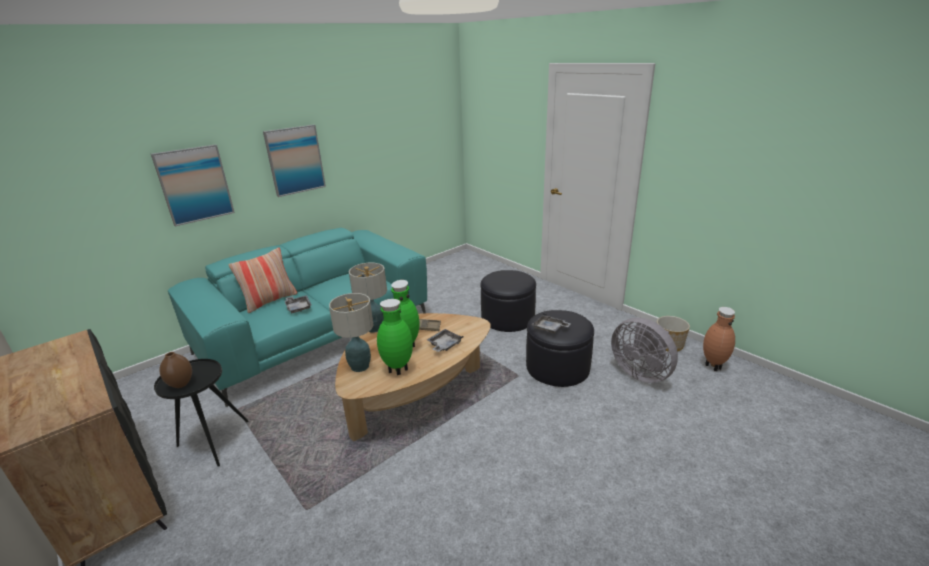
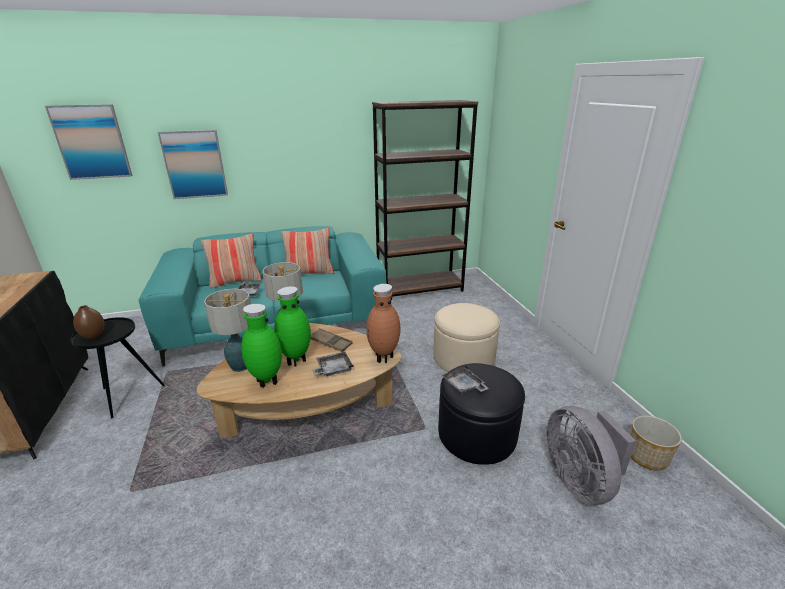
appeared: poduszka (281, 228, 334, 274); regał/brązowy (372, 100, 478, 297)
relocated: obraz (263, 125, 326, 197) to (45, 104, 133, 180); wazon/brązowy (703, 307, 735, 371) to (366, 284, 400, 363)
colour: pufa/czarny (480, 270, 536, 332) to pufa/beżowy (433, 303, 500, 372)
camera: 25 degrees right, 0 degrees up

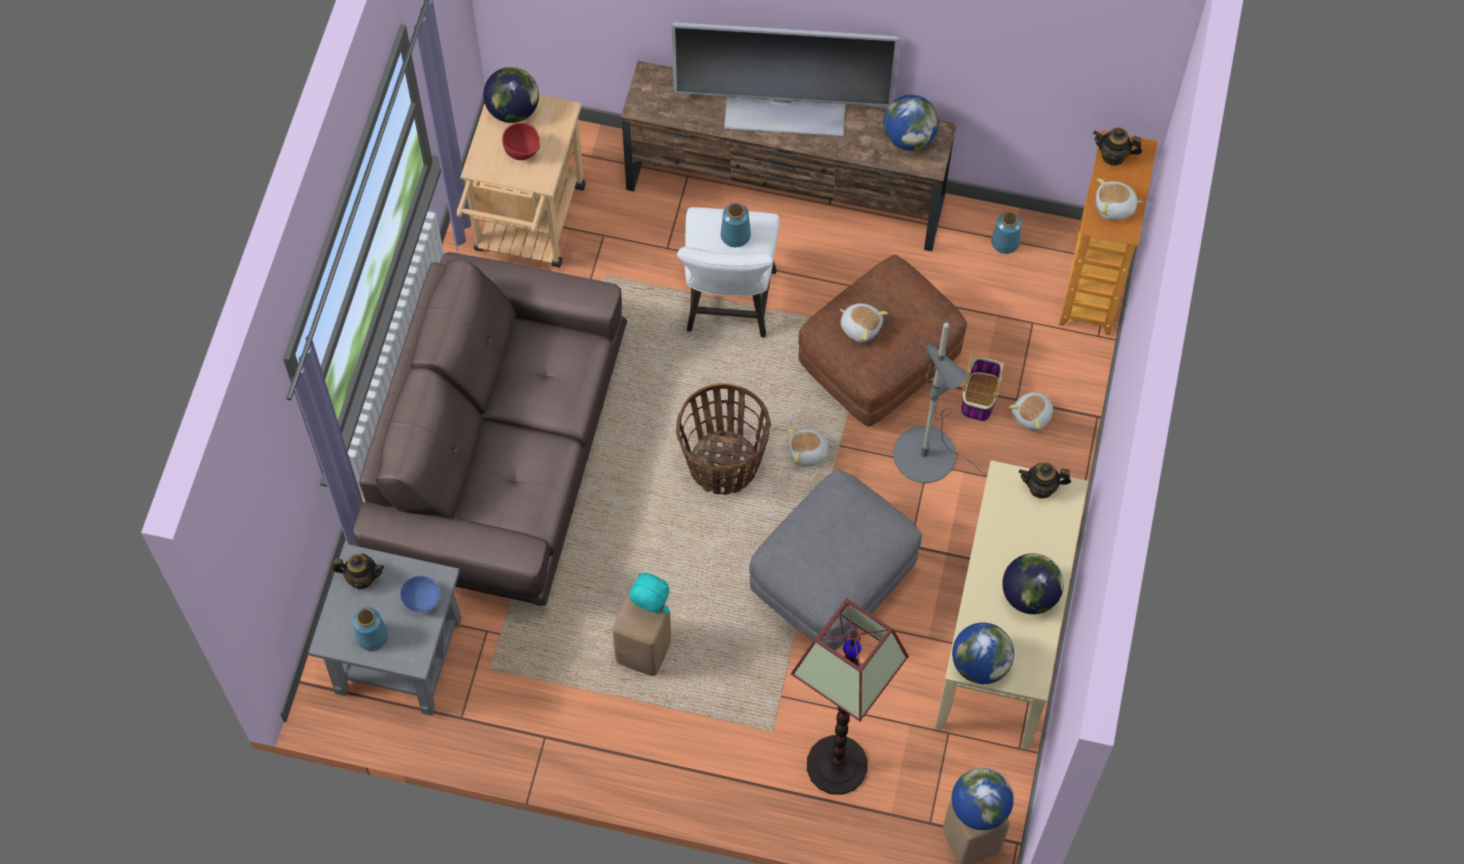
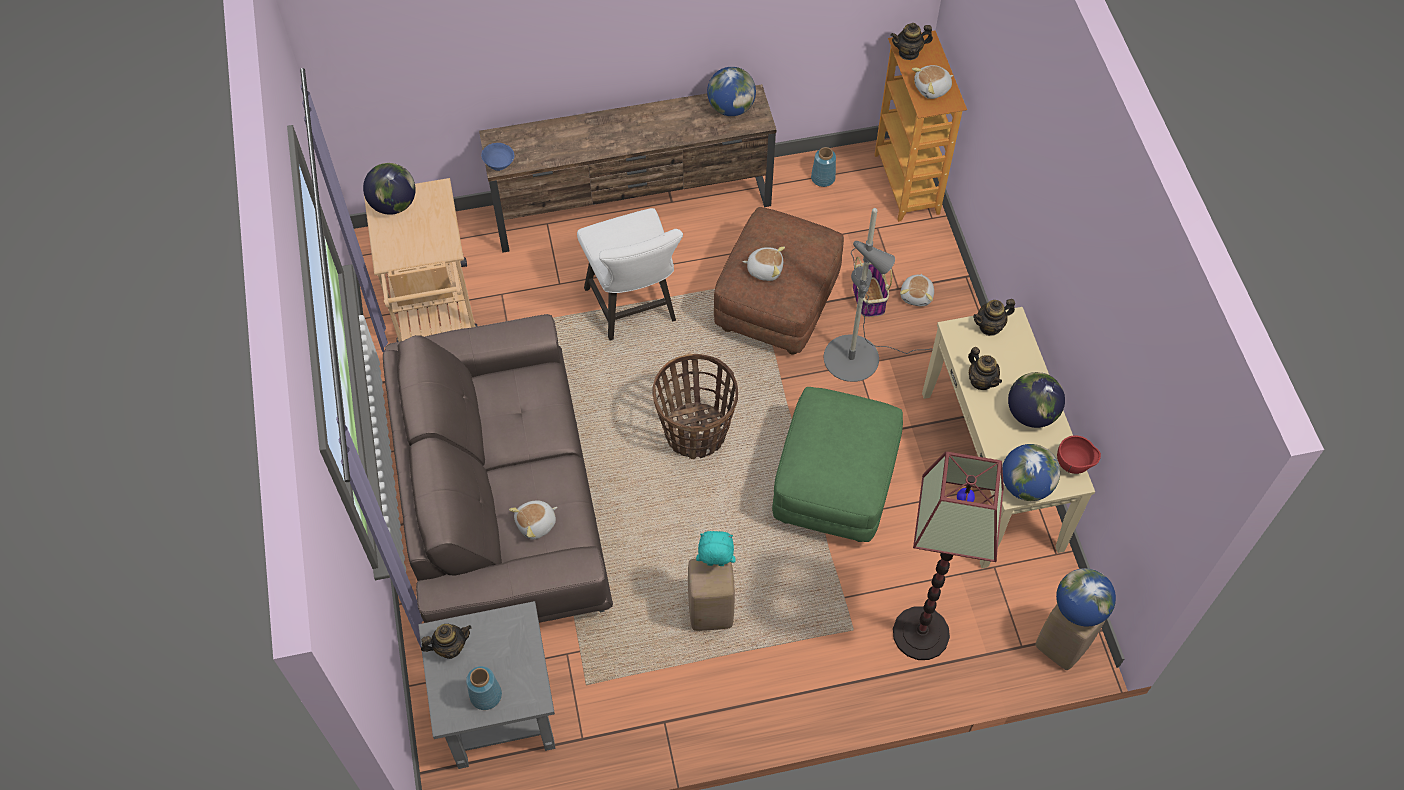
missing: telewizor (672, 22, 899, 136); wazon/niebieski (721, 203, 751, 247)
appeared: imbryk (968, 347, 1002, 390)
relocated: miska/niebieski (400, 576, 440, 612) to (481, 143, 514, 171); miska/czerwony (502, 122, 540, 160) to (1057, 435, 1101, 474); pluszak (788, 428, 834, 467) to (509, 500, 557, 539)
colour: pufa/szary (749, 469, 922, 650) to pufa/zielony (772, 387, 903, 542)
camera: 25 degrees left, 5 degrees down

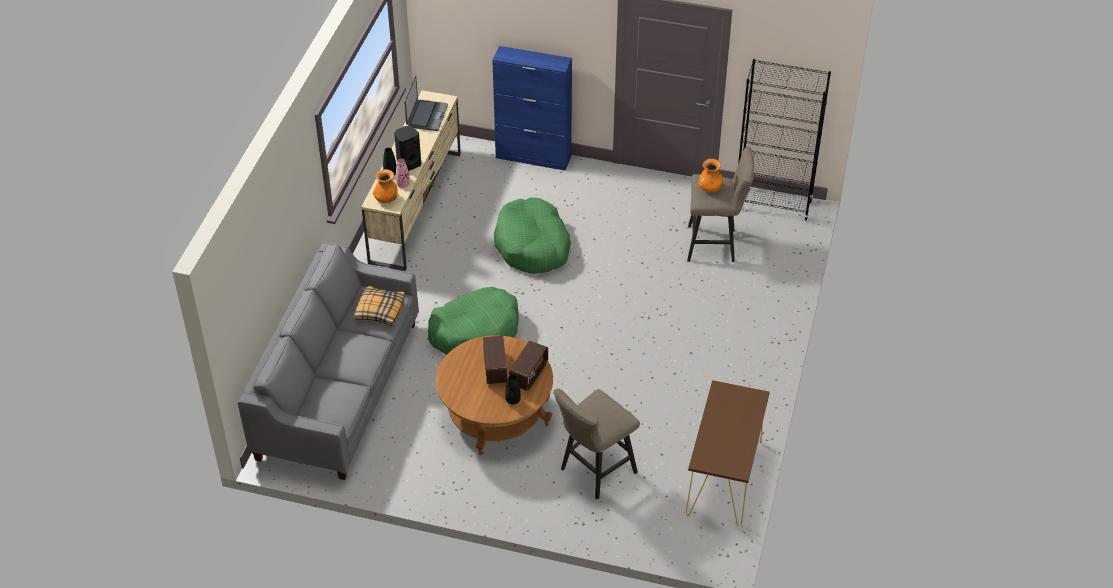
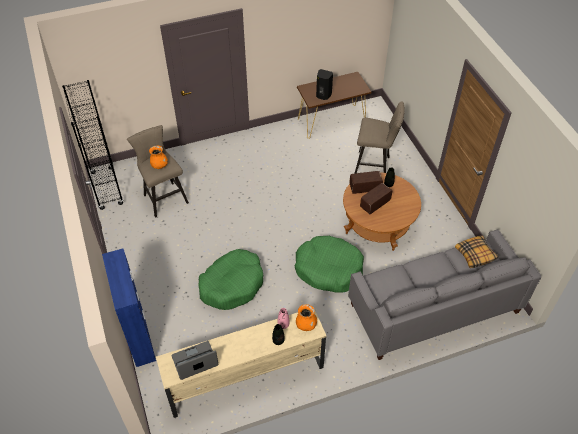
relocated: poduszka (355, 286, 405, 326) to (455, 236, 499, 268); głośnik/czarny (394, 126, 421, 171) to (316, 69, 333, 100)
camera: 125 degrees left, 5 degrees up

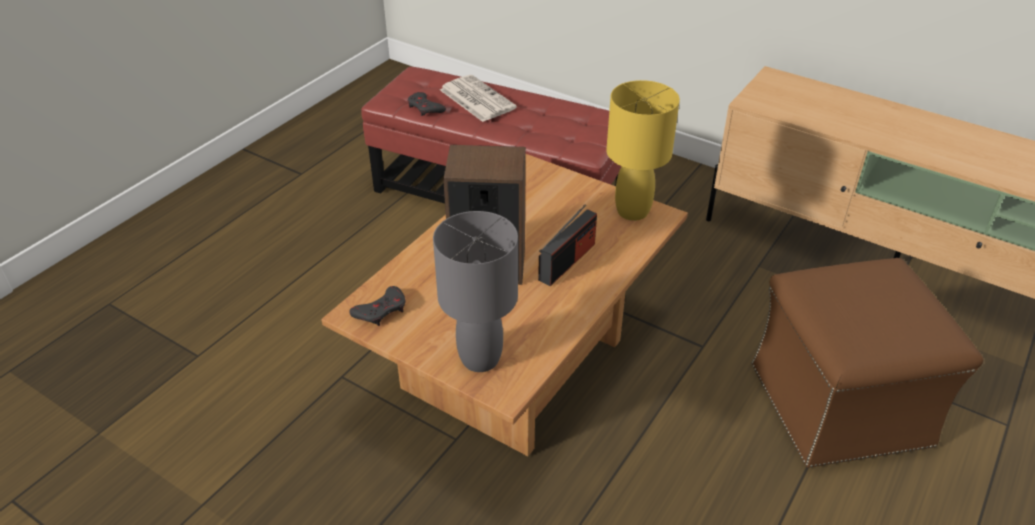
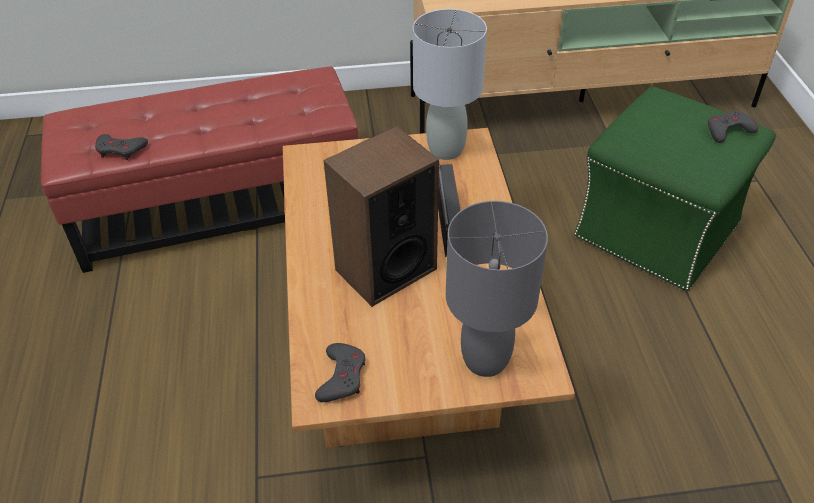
missing: gazeta (440, 75, 517, 122)
appeared: pad do gier/szary (708, 111, 758, 143)
colour: lampa stołowa/żółty (606, 80, 680, 221) to lampa stołowa/szary (413, 9, 487, 160); pufa/brązowy (752, 258, 983, 468) to pufa/zielony (574, 87, 776, 291)
camera: 40 degrees left, 5 degrees up

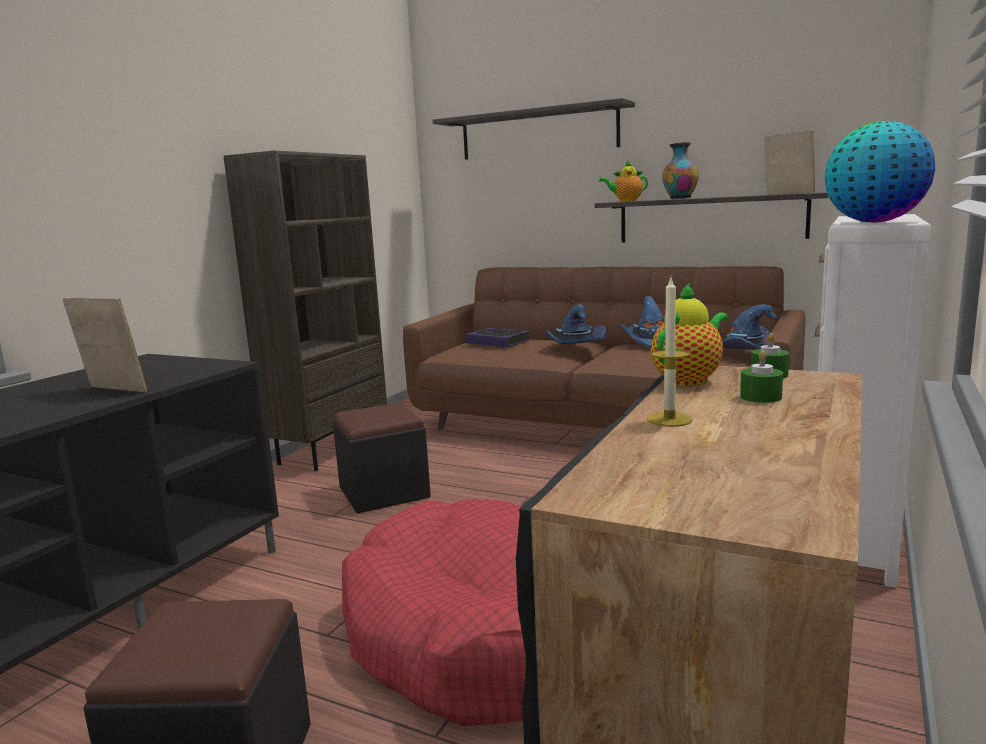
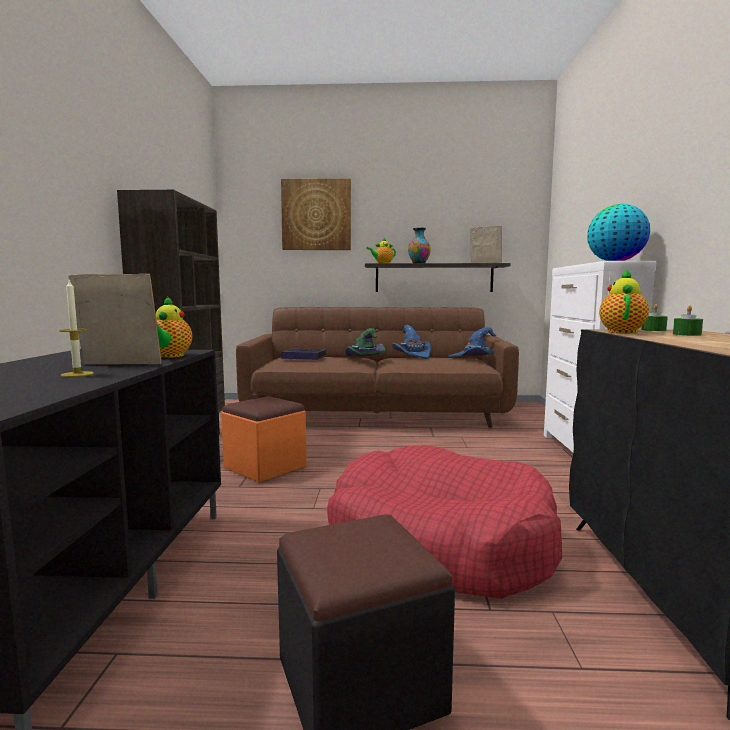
appeared: imbryk (156, 296, 192, 358)
relocated: świeca (647, 278, 693, 427) to (59, 280, 94, 377)
exchanged: półka (432, 98, 635, 160) to obraz (281, 178, 351, 250)
colour: pufa/czarny (333, 403, 431, 513) to pufa/pomarańczowy (221, 396, 307, 483); kapelusz/niebieski (546, 304, 606, 344) to kapelusz/zielony (345, 328, 385, 356)
camera: 25 degrees left, 5 degrees down

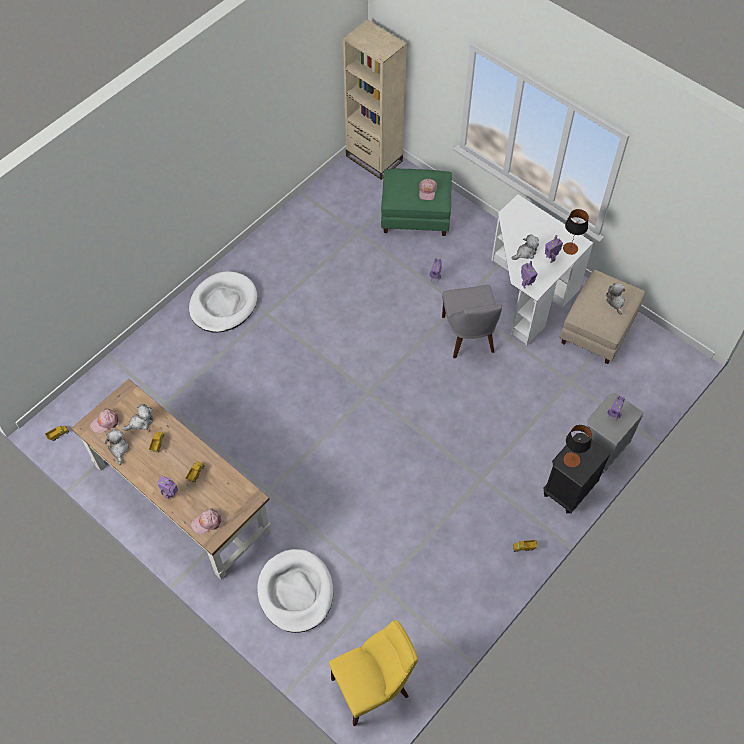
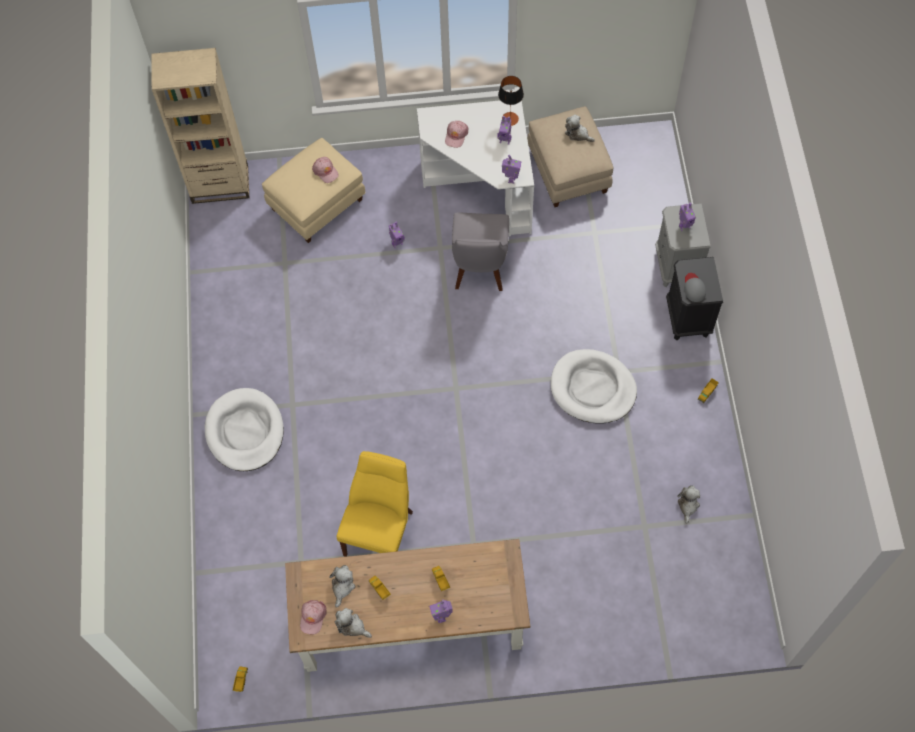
relocated: czapka z daszkiem/różowy (191, 508, 222, 534) to (445, 121, 469, 148); legowisko/biały (258, 549, 333, 633) to (551, 349, 637, 424); krzesło/żółty (329, 620, 418, 726) to (337, 451, 413, 557); pluszak (512, 234, 539, 260) to (677, 485, 700, 524)
exchanged: lampa stołowa (563, 425, 592, 467) to czapka z daszkiem/szary (684, 273, 706, 302)
colour: pufa/zielony (381, 169, 452, 236) to pufa/beżowy (262, 138, 365, 243)
spun: krzesło/szary (442, 285, 502, 358) = (452, 213, 509, 291) 60 degrees clockwise
camera: 45 degrees left, 5 degrees up

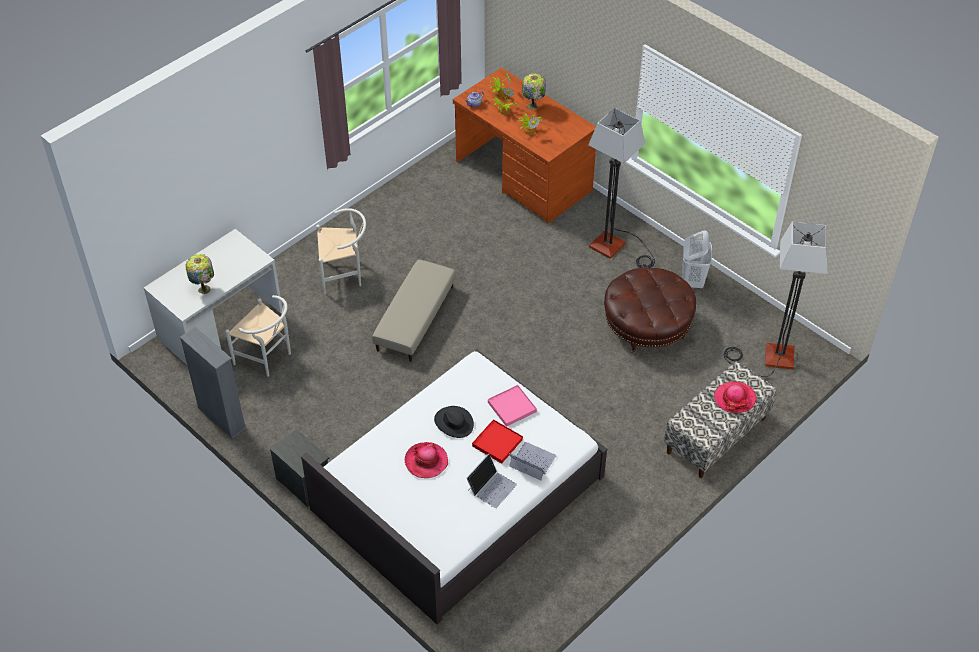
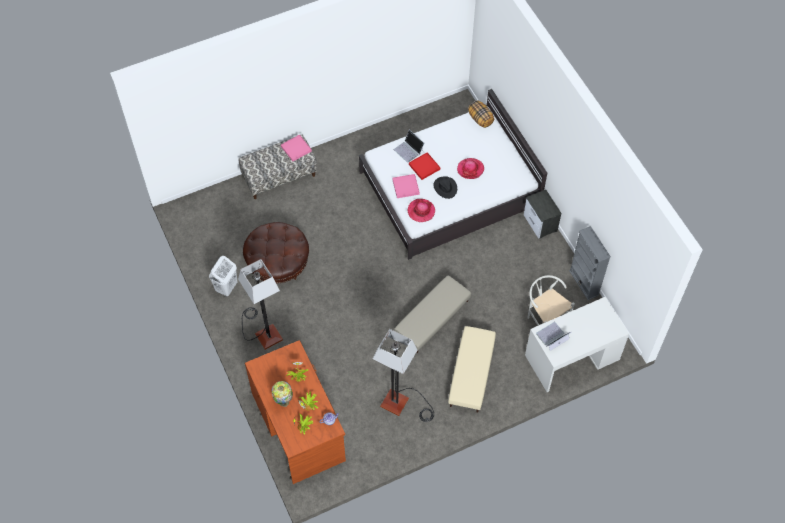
missing: lampa stołowa (186, 254, 214, 294)
appeared: taca/różowy (281, 135, 312, 161); poduszka (468, 100, 494, 128)
relocated: laptop (467, 453, 517, 508) to (536, 322, 572, 351); kapelusz (714, 382, 756, 413) to (408, 199, 435, 222); lampa stojąca (724, 222, 828, 377) to (373, 329, 434, 422)
exchanged: krzesło/biały (316, 208, 366, 295) to pufa/beżowy (448, 326, 496, 413)
camera: 160 degrees left, 10 degrees up

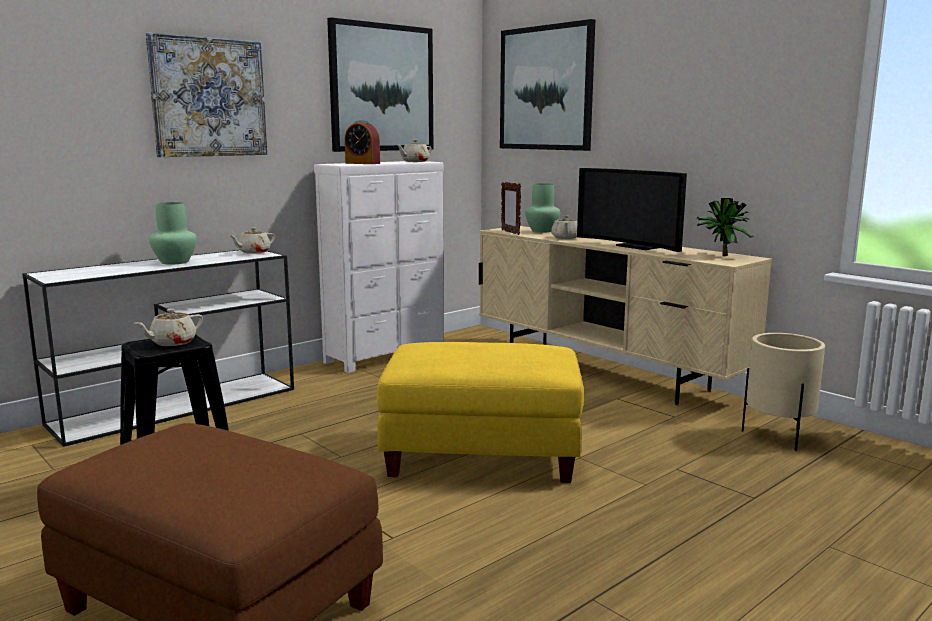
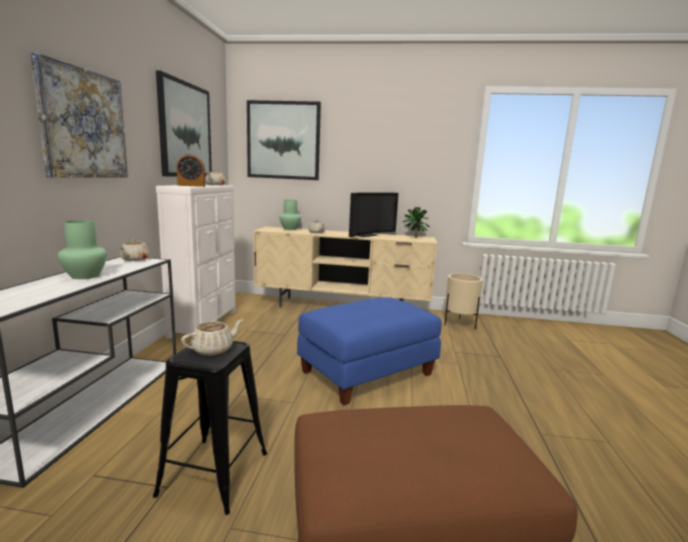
missing: ramka na zdjęcie (501, 182, 521, 235)
colour: pufa/żółty (377, 342, 584, 483) to pufa/niebieski (297, 297, 442, 405)
spun: imbryk/beżowy (134, 309, 203, 346) = (181, 319, 244, 356) 135 degrees counterclockwise; telewizor (577, 168, 687, 252) = (349, 192, 398, 237) 60 degrees counterclockwise
camera: 40 degrees left, 0 degrees up

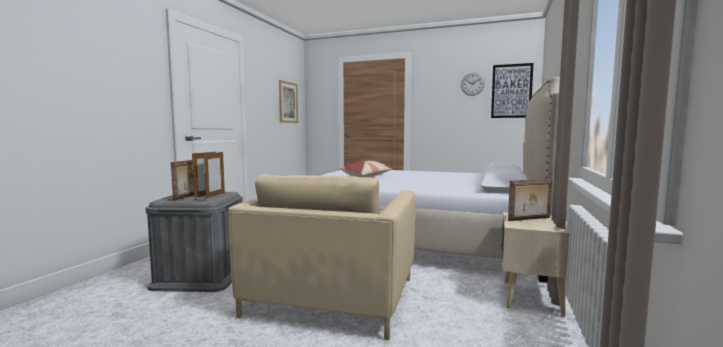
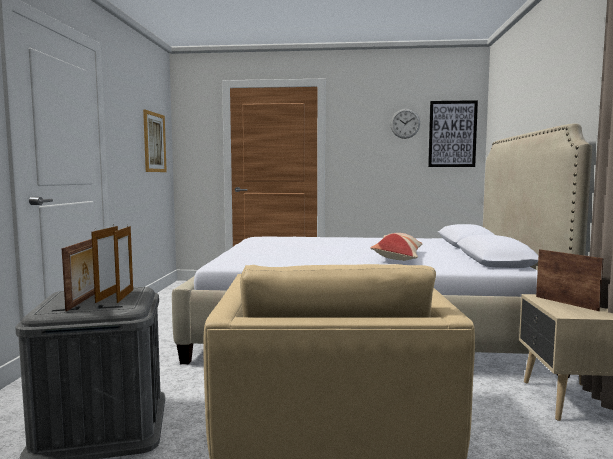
relocated: poduszka (339, 161, 392, 177) to (370, 233, 422, 261)
spun: ramka na zdjęcie (508, 179, 552, 221) = (536, 249, 603, 311) 90 degrees counterclockwise
camera: 15 degrees left, 0 degrees up

